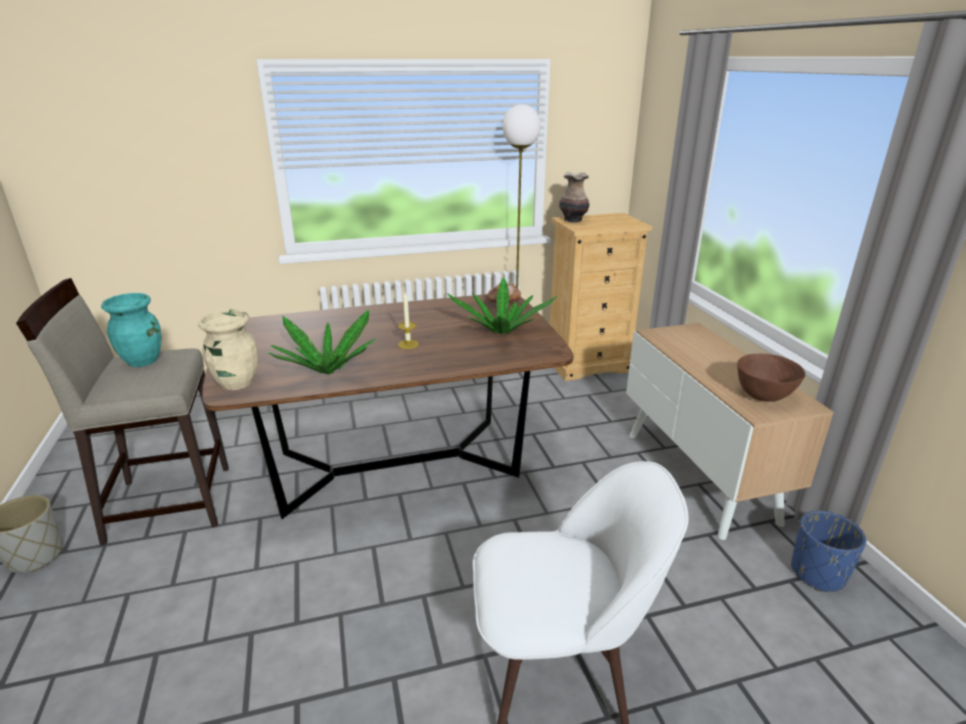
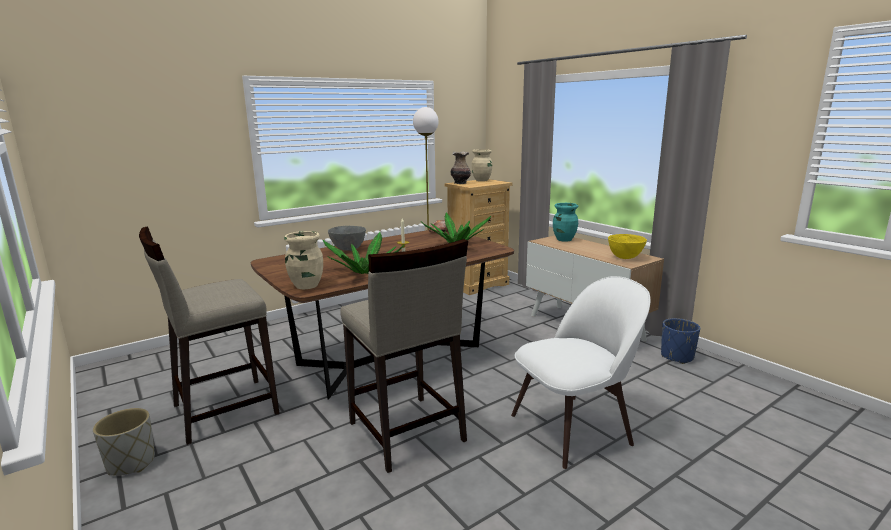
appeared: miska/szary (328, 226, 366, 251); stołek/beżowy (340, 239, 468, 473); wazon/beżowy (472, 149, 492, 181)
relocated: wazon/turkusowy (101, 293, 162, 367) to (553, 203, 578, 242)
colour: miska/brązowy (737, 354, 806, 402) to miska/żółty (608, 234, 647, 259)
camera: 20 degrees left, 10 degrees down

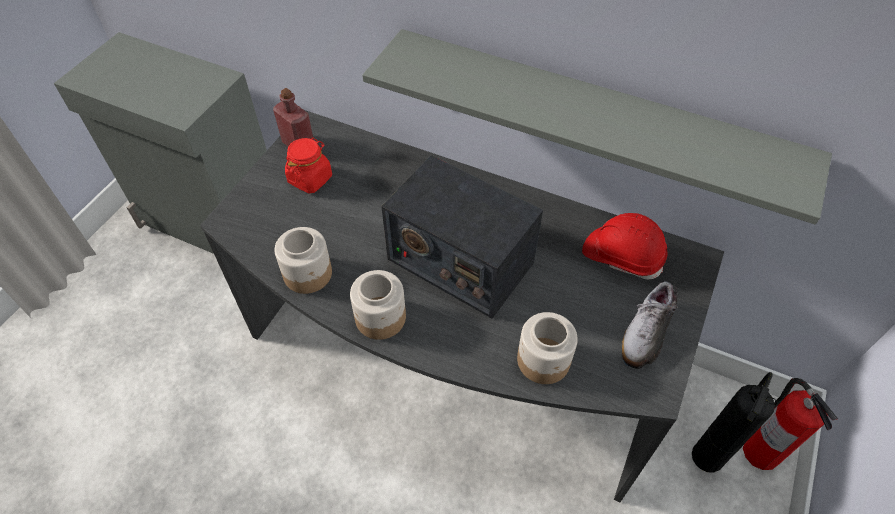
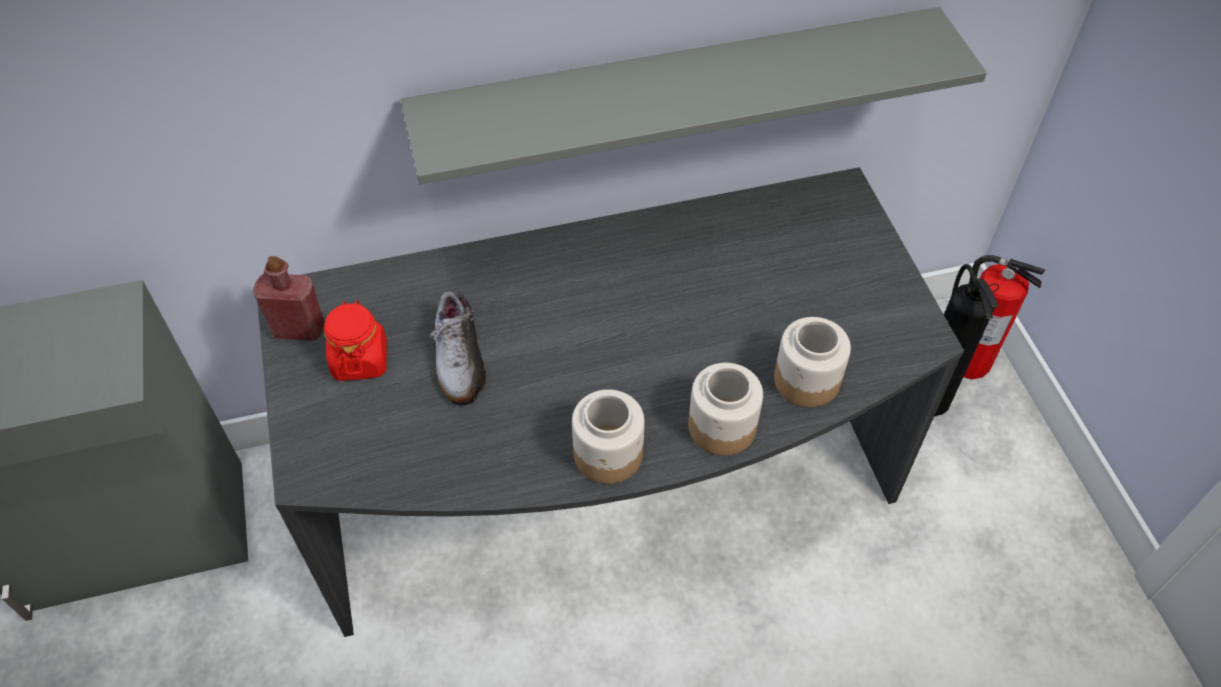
missing: radio (381, 155, 543, 319); kask/czerwony (582, 213, 668, 279)
relocated: słoik (275, 227, 332, 294) to (688, 363, 763, 456); but (619, 281, 678, 369) to (430, 291, 486, 407)
camera: 40 degrees left, 0 degrees up

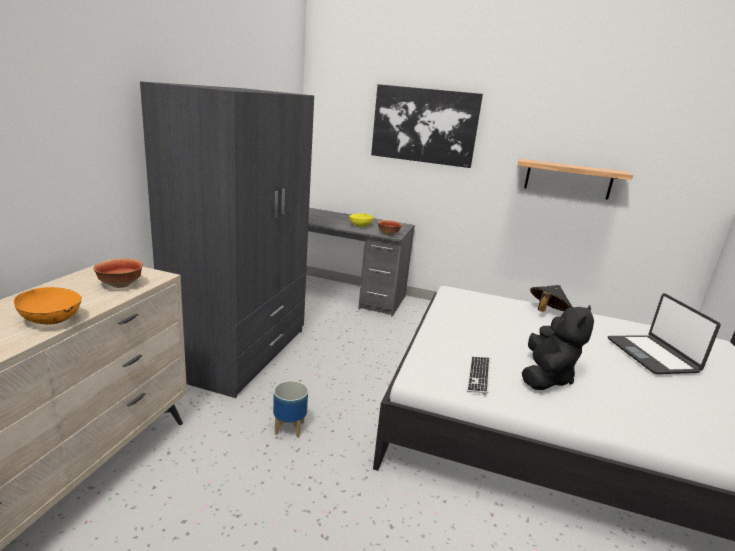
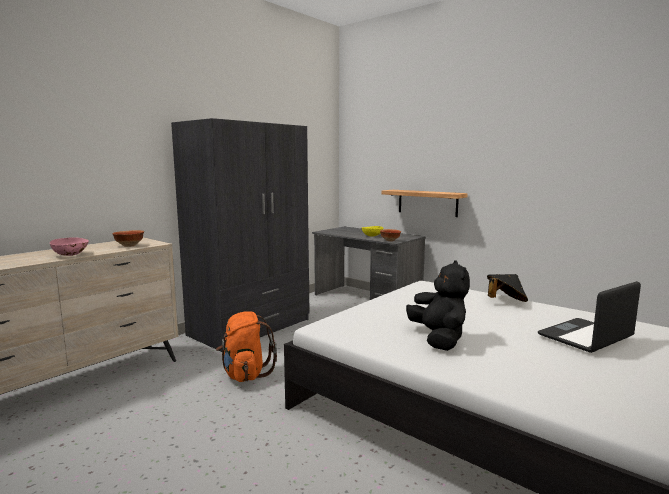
missing: obraz (371, 84, 483, 168); klawiatura (467, 357, 490, 395)
relocated: półka (518, 159, 633, 200) to (382, 190, 468, 217)
exchanged: donica (273, 381, 308, 438) to plecak/pomarańczowy (216, 311, 277, 382)
colour: miska/pomarańczowy (14, 287, 82, 324) to miska/różowy (50, 237, 89, 256)
spun: pluszak/czarny (522, 305, 594, 390) = (406, 260, 470, 351) 60 degrees counterclockwise; laptop (608, 293, 721, 374) = (538, 281, 641, 353) 45 degrees clockwise
camera: 25 degrees right, 10 degrees down

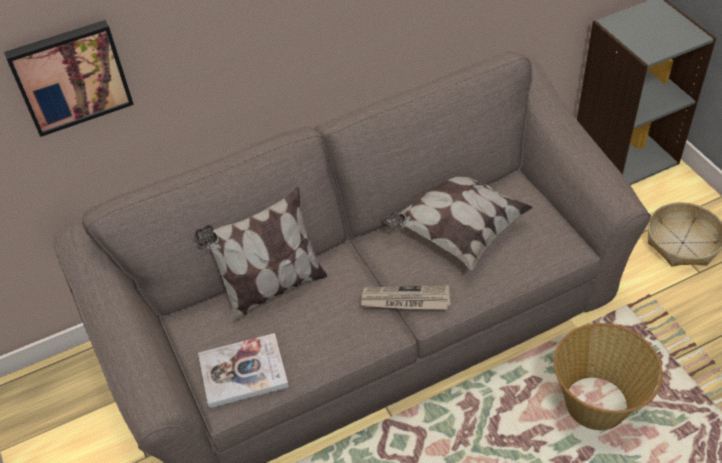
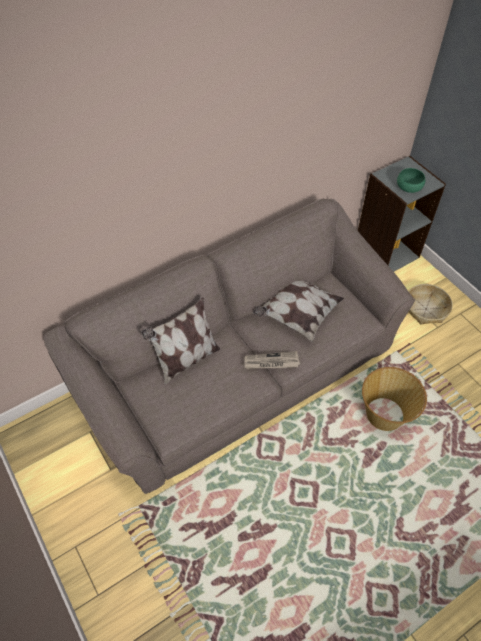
missing: obraz (4, 20, 134, 137); książka (198, 333, 289, 408)
appeared: miska/zielony (397, 168, 425, 193)
camera: 10 degrees left, 5 degrees up

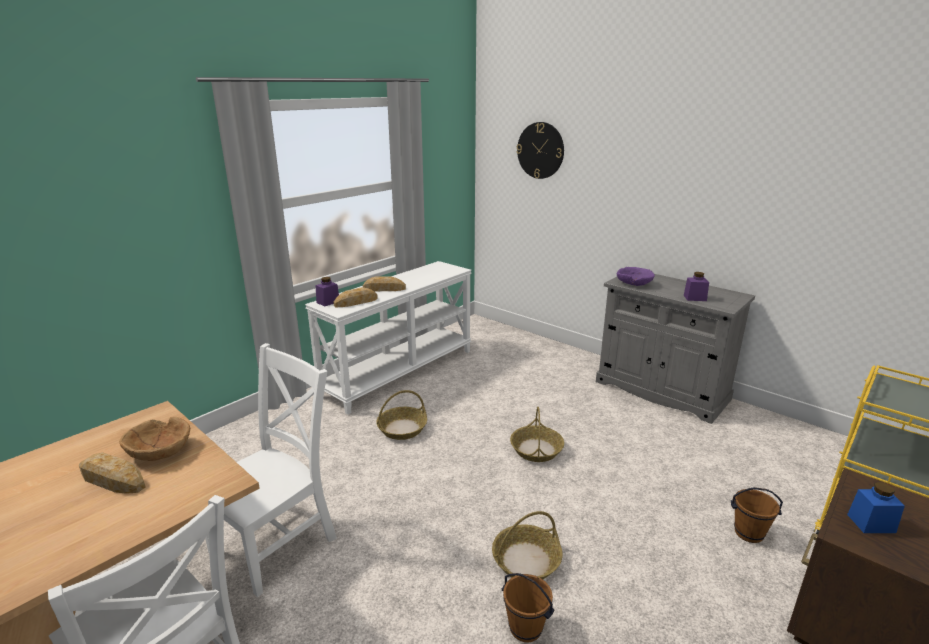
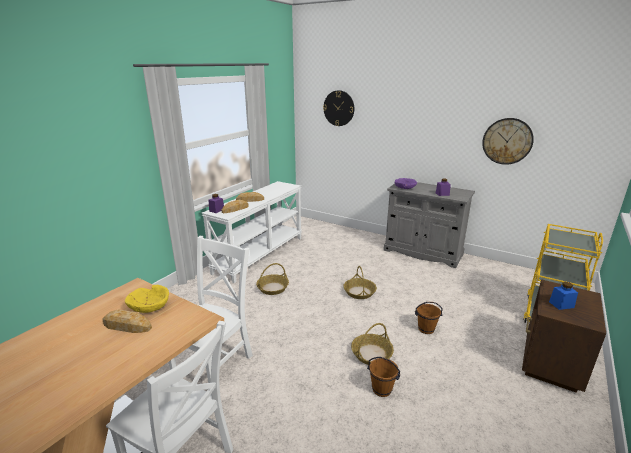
appeared: zegar ścienny (482, 118, 534, 165)
relocated: wiadro/brązowy (731, 487, 783, 543) to (415, 302, 443, 334)
colour: miska/brązowy (119, 417, 191, 461) to miska/żółty (125, 285, 169, 313)
camera: 10 degrees left, 0 degrees up

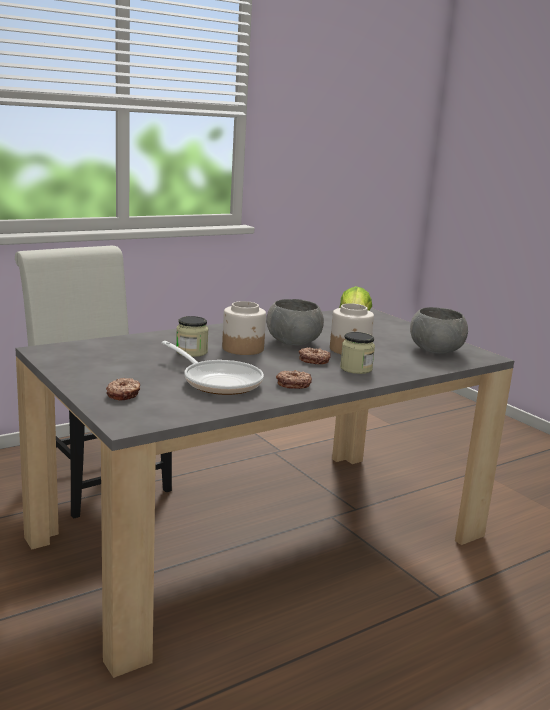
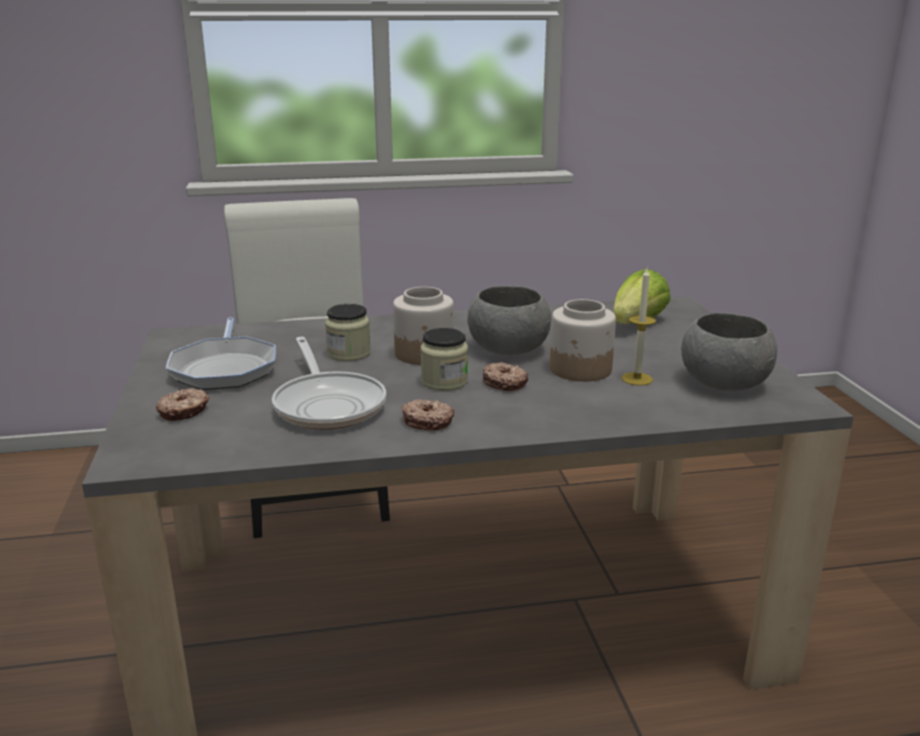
appeared: patelnia (166, 317, 276, 390); świeca (622, 268, 656, 386)
relocated: słoik (340, 332, 375, 374) to (420, 328, 468, 391)
camera: 25 degrees right, 5 degrees up

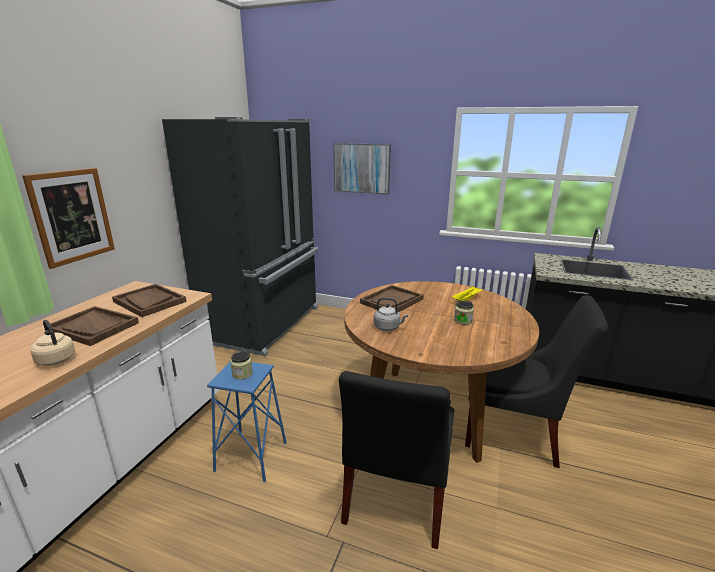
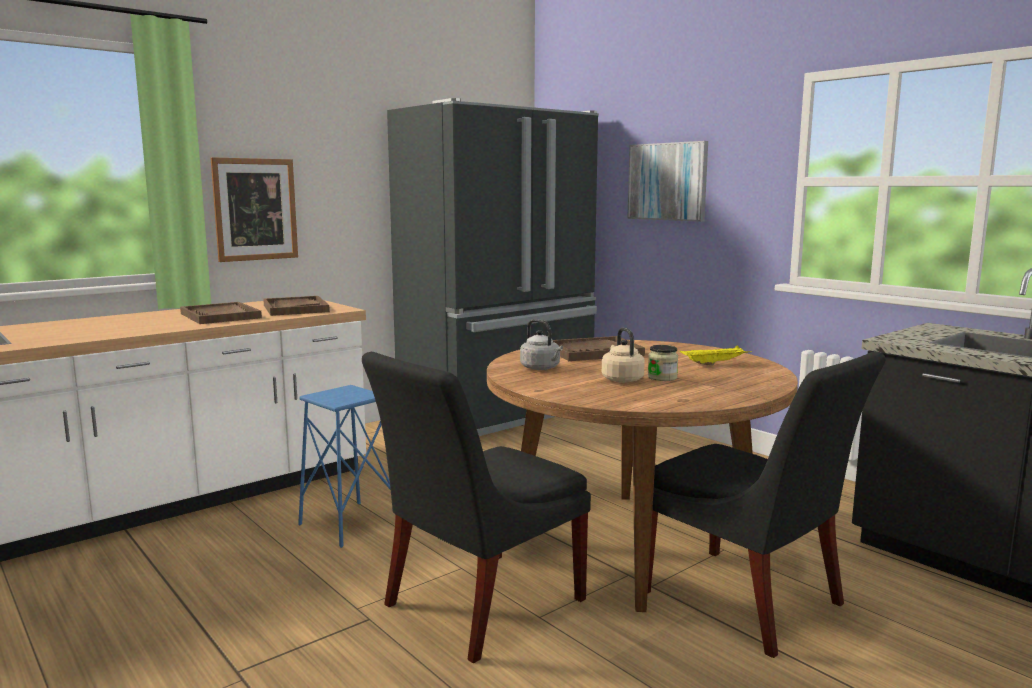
missing: słoik (230, 351, 253, 380)
relocated: czajnik/beżowy (30, 320, 75, 366) to (602, 327, 645, 383)
camera: 30 degrees right, 10 degrees down

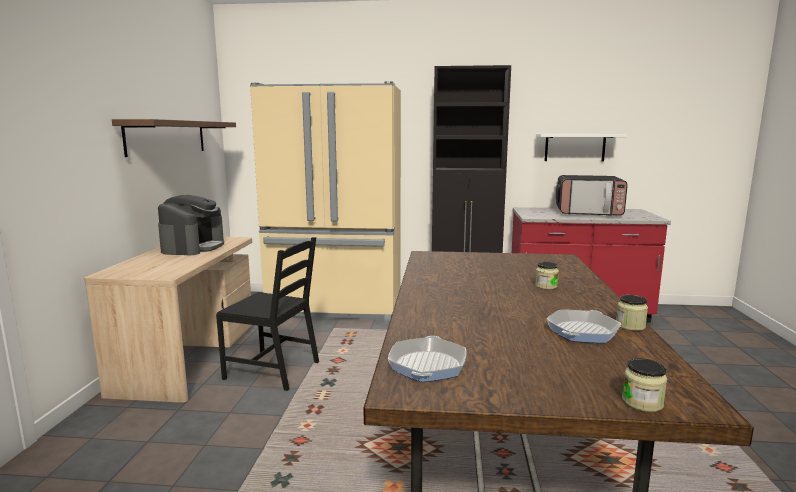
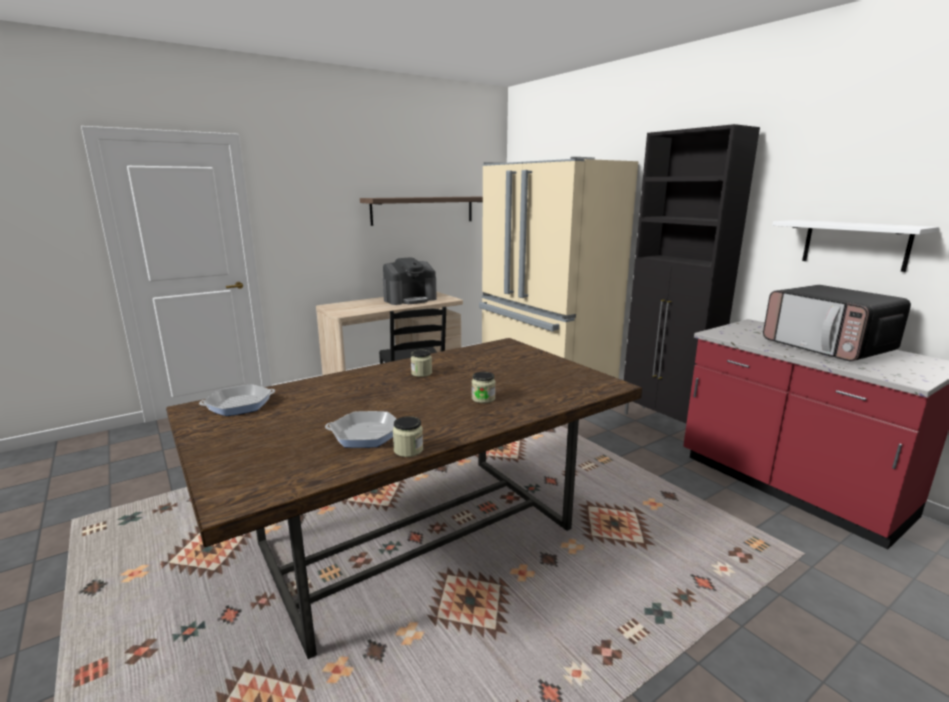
relocated: słoik (622, 358, 667, 412) to (411, 350, 432, 377)
camera: 50 degrees right, 5 degrees up

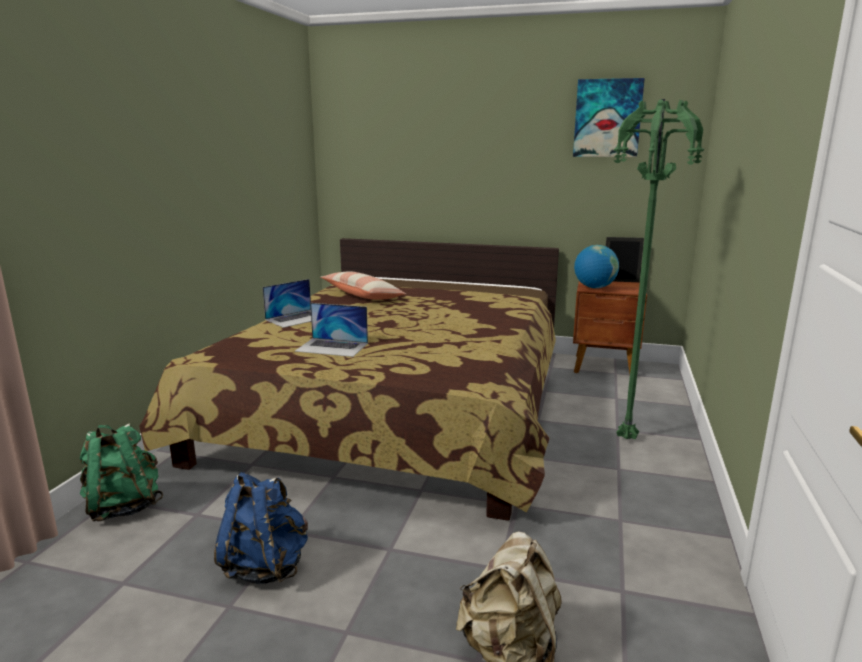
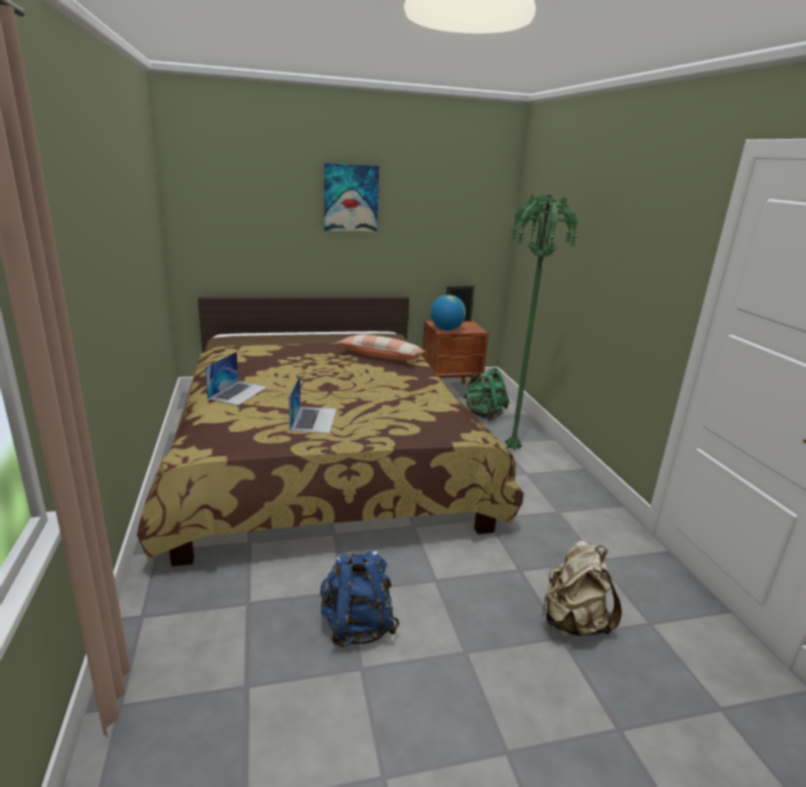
relocated: plecak/zielony (80, 423, 163, 521) to (463, 367, 509, 421); poduszka (321, 271, 406, 300) to (336, 334, 426, 360); obraz (573, 78, 645, 157) to (324, 163, 379, 232)
spun: laptop (295, 303, 368, 357) = (289, 376, 337, 433) 75 degrees counterclockwise
camera: 30 degrees left, 5 degrees up

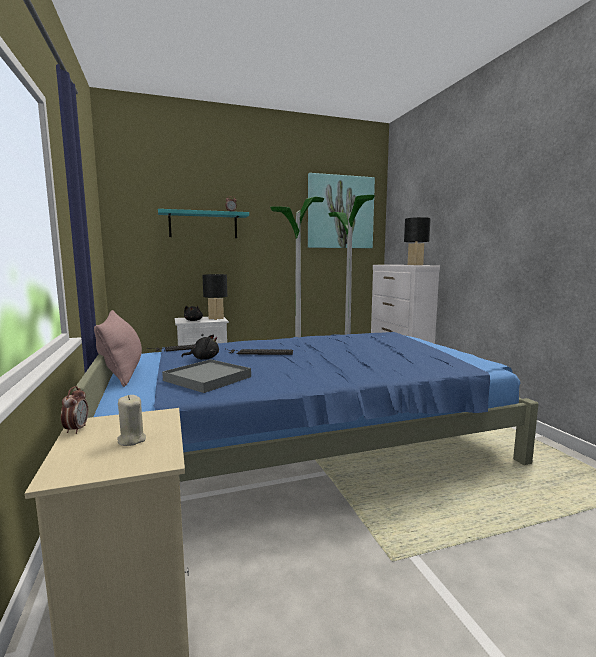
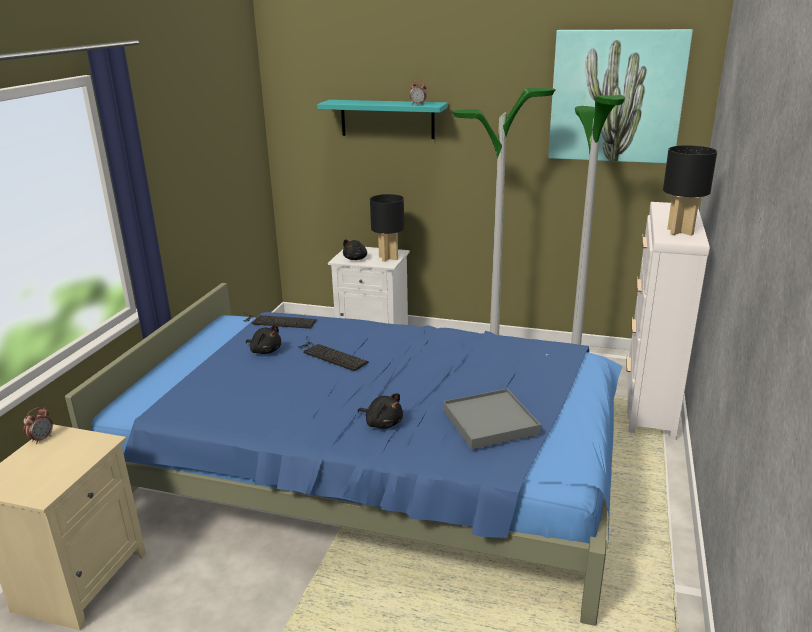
missing: poduszka/różowy (94, 310, 142, 387); świeca/beżowy (117, 395, 146, 446)
appeared: pluszak/czarny (357, 393, 403, 429)
relocated: taca/szary (162, 359, 251, 393) to (443, 388, 541, 450)
camera: 35 degrees right, 15 degrees up

